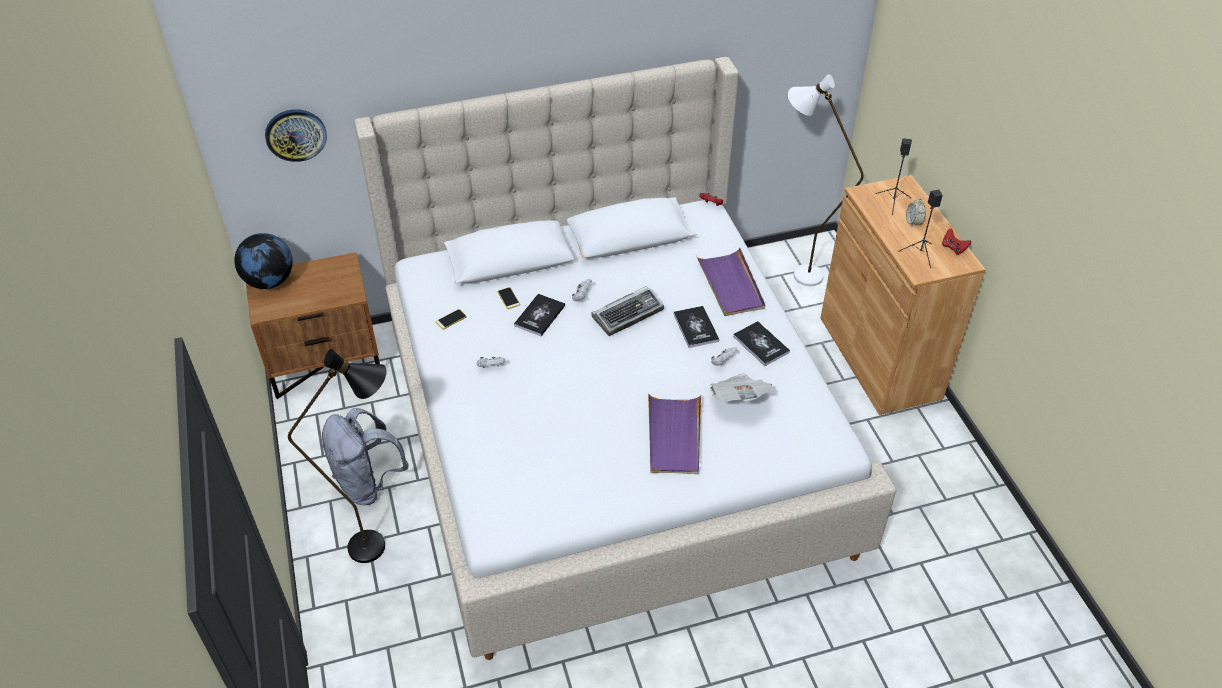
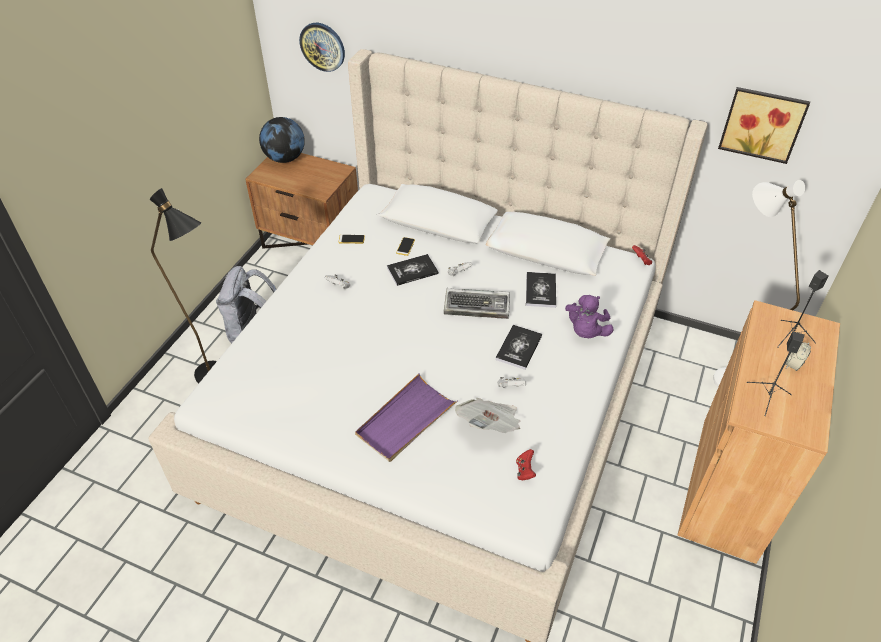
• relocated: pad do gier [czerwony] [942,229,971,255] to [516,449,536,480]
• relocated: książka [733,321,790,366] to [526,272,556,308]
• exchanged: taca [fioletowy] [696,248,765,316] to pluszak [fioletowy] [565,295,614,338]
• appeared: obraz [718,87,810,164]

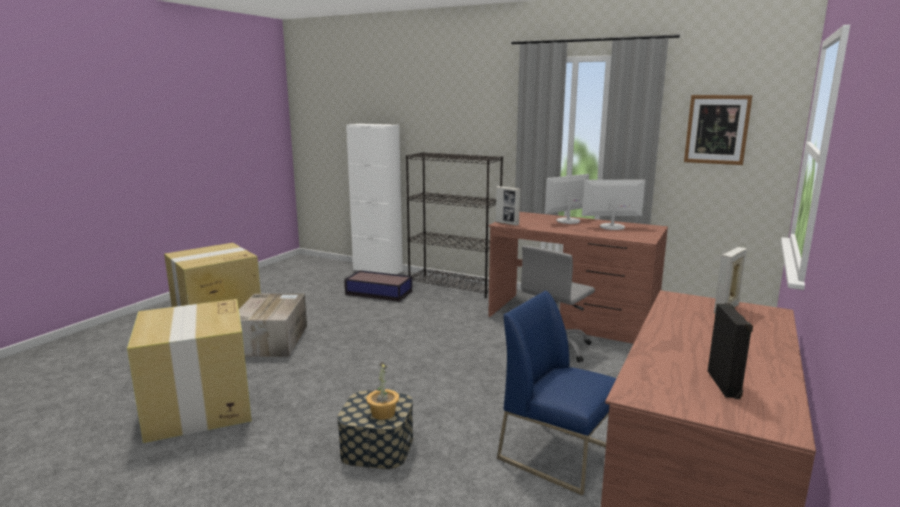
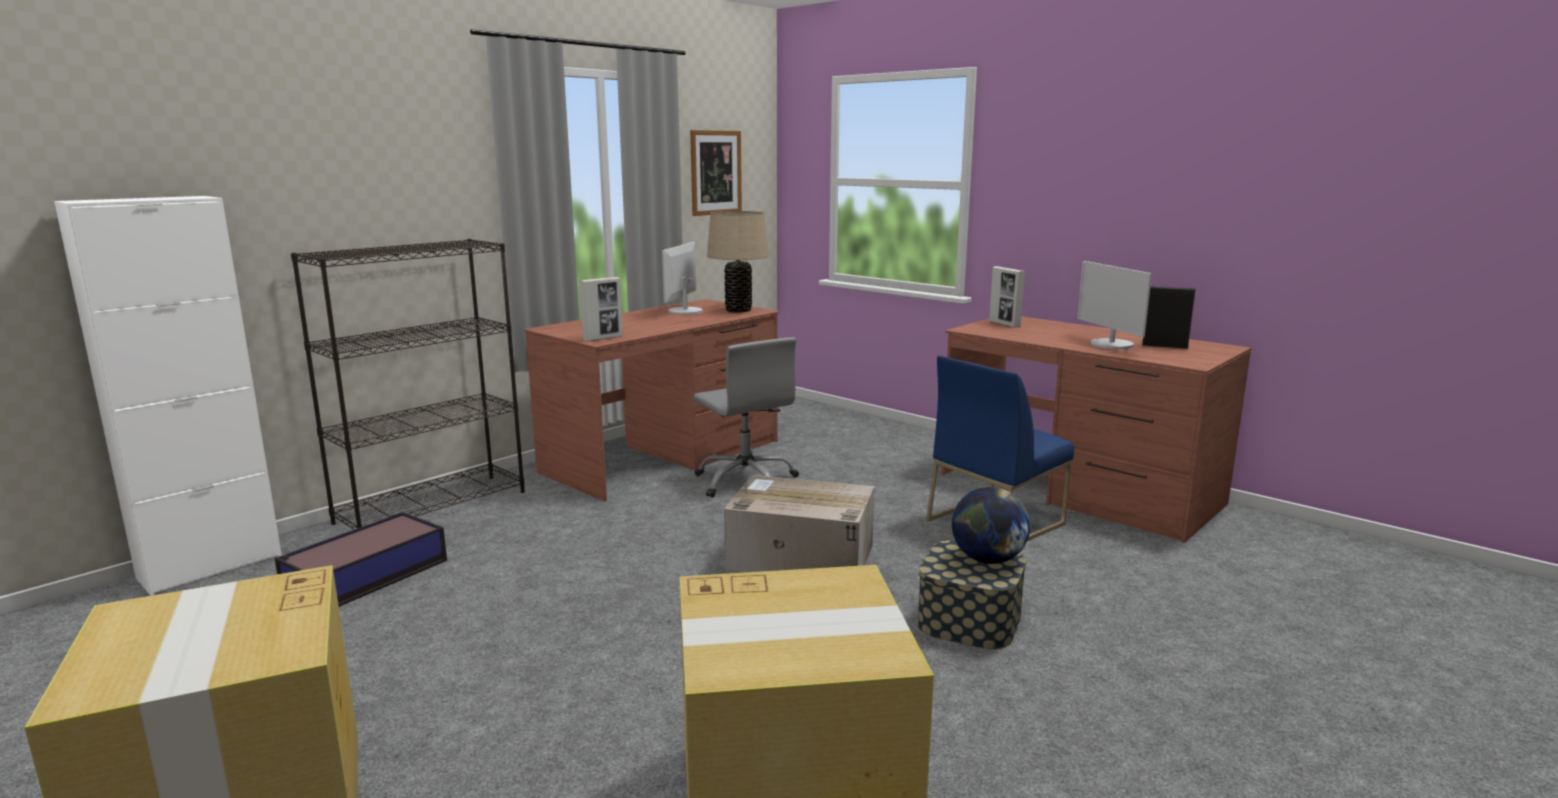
• appeared: lampa stołowa [beżowy] [707,211,769,313]
• relocated: karton [239,294,307,357] to [724,475,874,573]
• exchanged: roślina doniczkowa [366,362,399,420] to globus [952,487,1030,564]
• relocated: monitor [545,174,589,224] to [1077,261,1152,349]

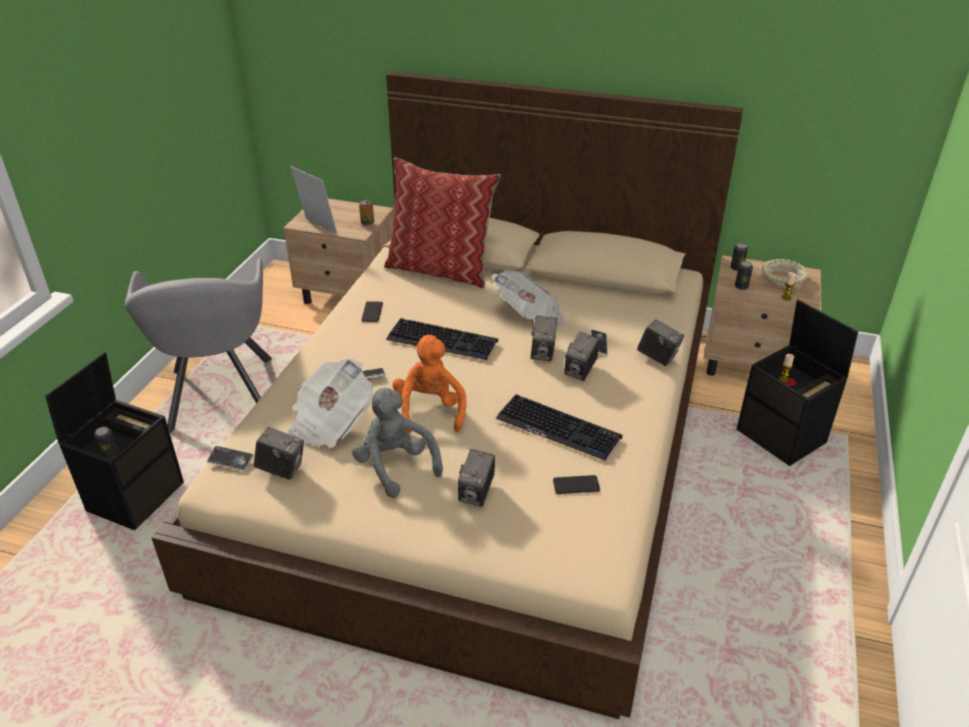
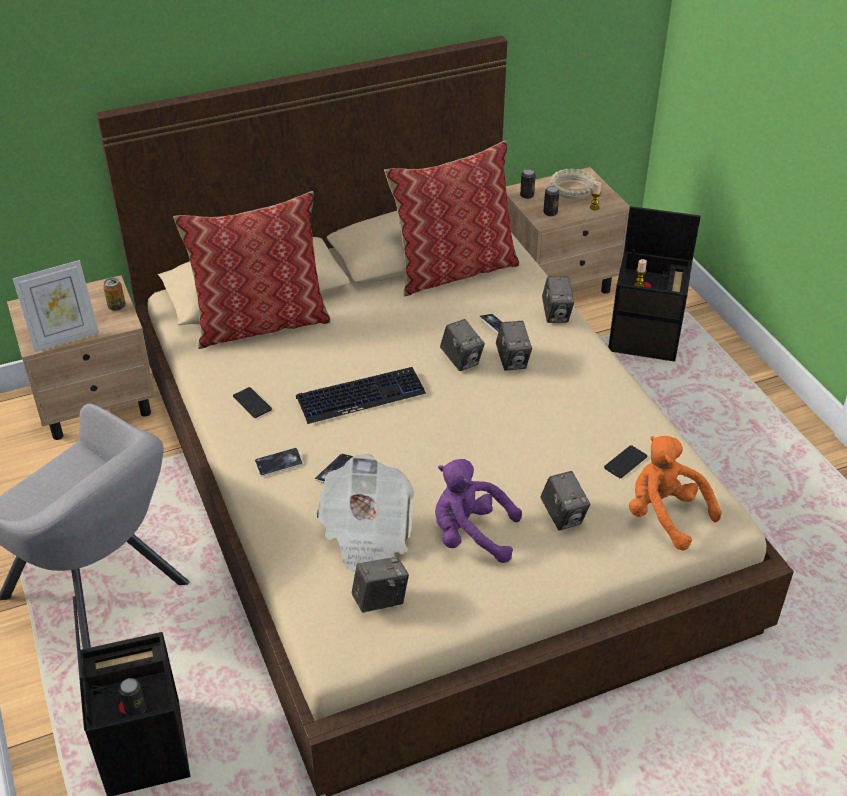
• spun: ramka na zdjęcie [290,166,337,234] = [13,260,99,352] 150 degrees clockwise
• relocated: telefon [207,446,253,471] to [255,448,303,476]
• appeared: poduszka [384,140,519,297]
• colour: pluszak [szary] [352,388,443,498] to pluszak [fioletowy] [435,459,522,563]
• spun: aparat fotograficzny [637,319,684,366] = [542,276,574,323] 90 degrees clockwise
• relocated: pluszak [pomarańczowy] [392,335,467,434] to [629,436,722,551]
• missing: gazeta [493,270,566,325]
• missing: klawiatura [496,394,622,461]

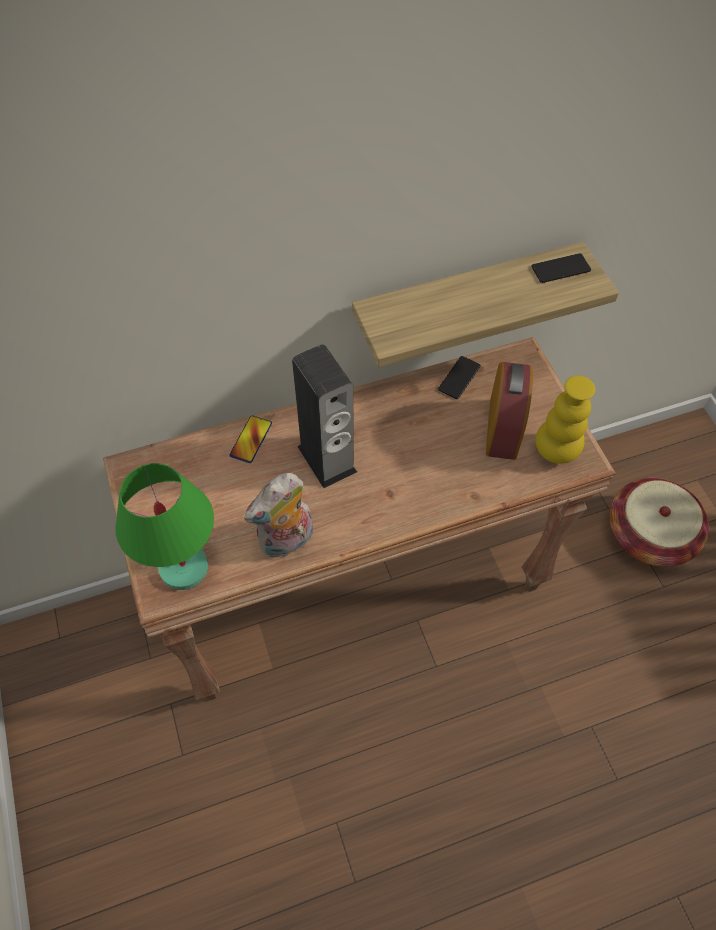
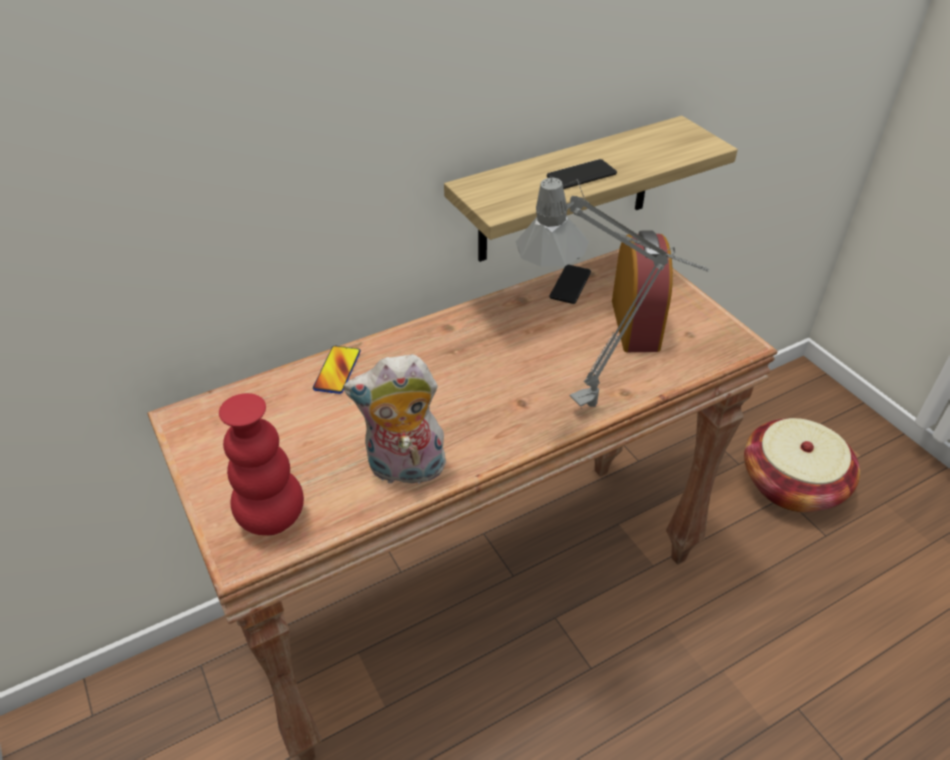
• exchanged: lampa stołowa [zielony] [116,463,214,590] to wazon [czerwony] [219,393,304,535]
• spun: pluszak [244,473,313,558] = [343,354,448,489] 45 degrees clockwise
• appeared: lampa stołowa [szary] [516,177,710,410]
• relocated: telefon [531,253,591,283] to [547,159,617,189]
• missing: głośnik [292,344,357,488]
• missing: wazon [żółty] [536,376,595,464]

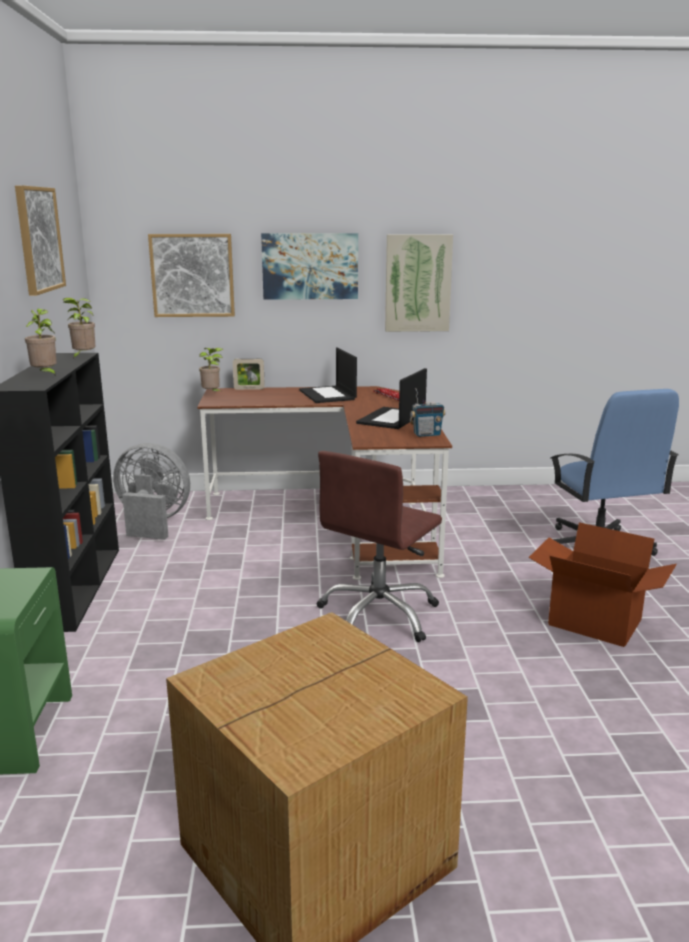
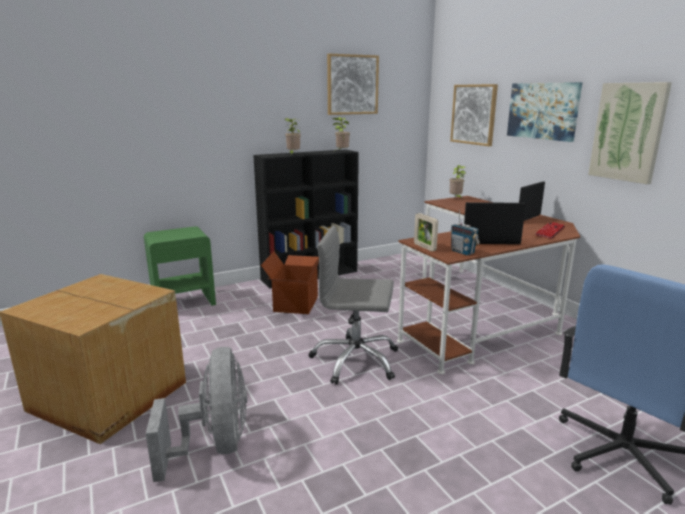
• relocated: wentylator [szary] [113,443,190,540] to [146,347,247,482]
• relocated: karton [528,522,677,647] to [261,251,319,314]
• colour: krzesło biurowe [brązowy] [317,451,442,642] to krzesło biurowe [szary] [309,226,398,385]
• relocated: ramka na zdjęcie [233,359,265,390] to [414,213,438,251]

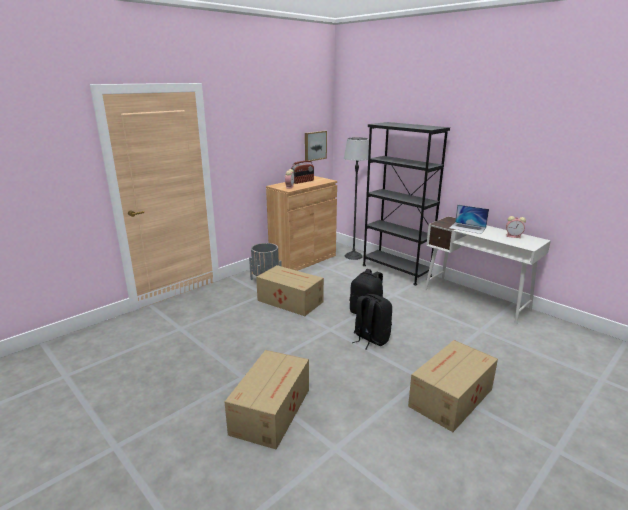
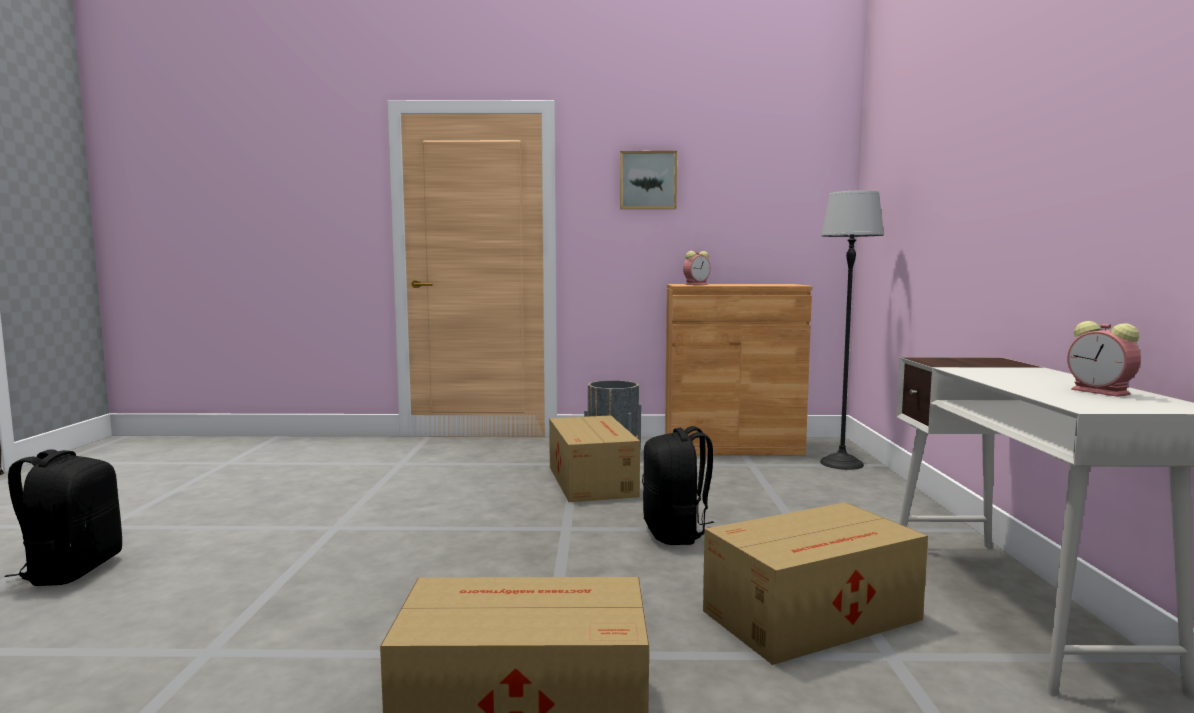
• relocated: plecak [czarny] [352,294,392,350] to [4,449,122,586]
• relocated: obraz [305,131,327,161] to [620,151,677,209]
• relocated: karton [225,350,309,450] to [703,502,928,665]
• missing: radio [291,161,314,184]
• missing: regał [czarny] [362,122,450,285]
• missing: laptop [450,204,489,234]

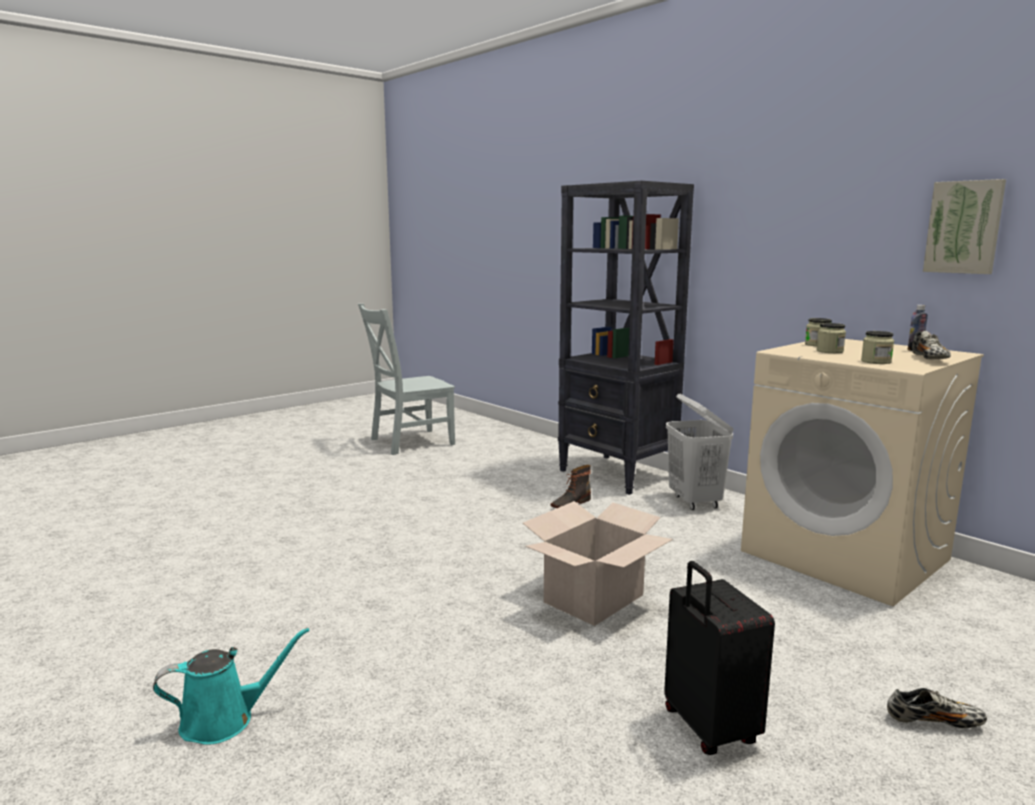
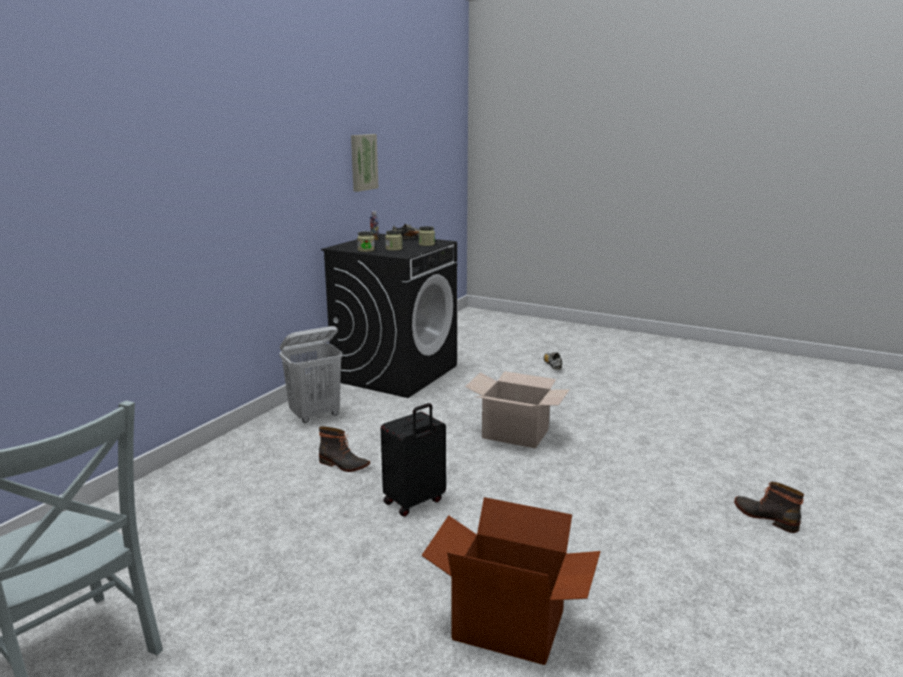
• colour: pralka [beżowy] [741,339,984,607] to pralka [czarny] [321,234,457,398]
• relocated: walizka [czarny] [664,561,775,755] to [381,403,446,517]
• appeared: karton [421,497,601,665]
• exchanged: konewka [turkusowy] [153,628,309,745] to but z cholewką [734,482,804,533]
• missing: regał [czarny] [558,181,694,495]

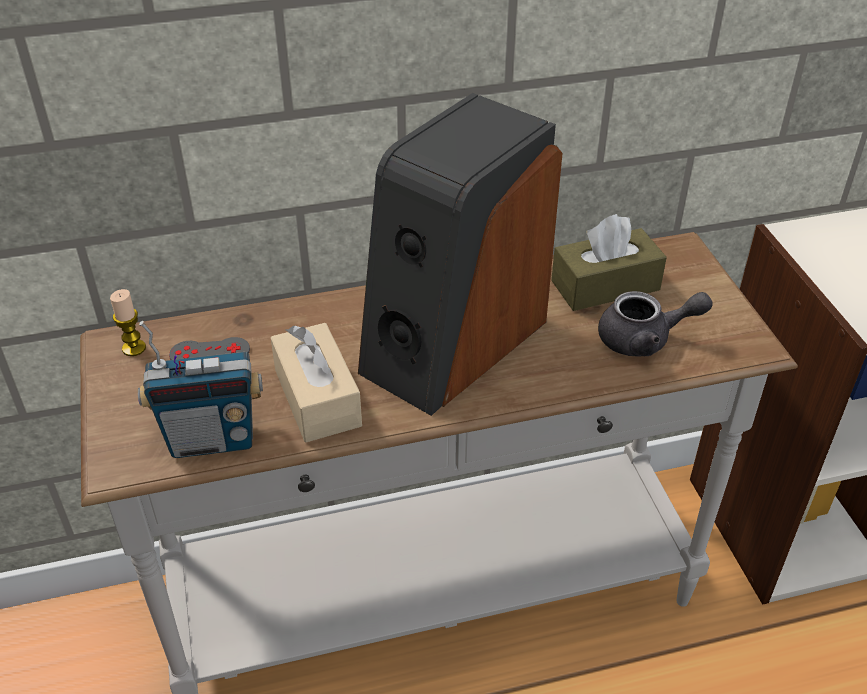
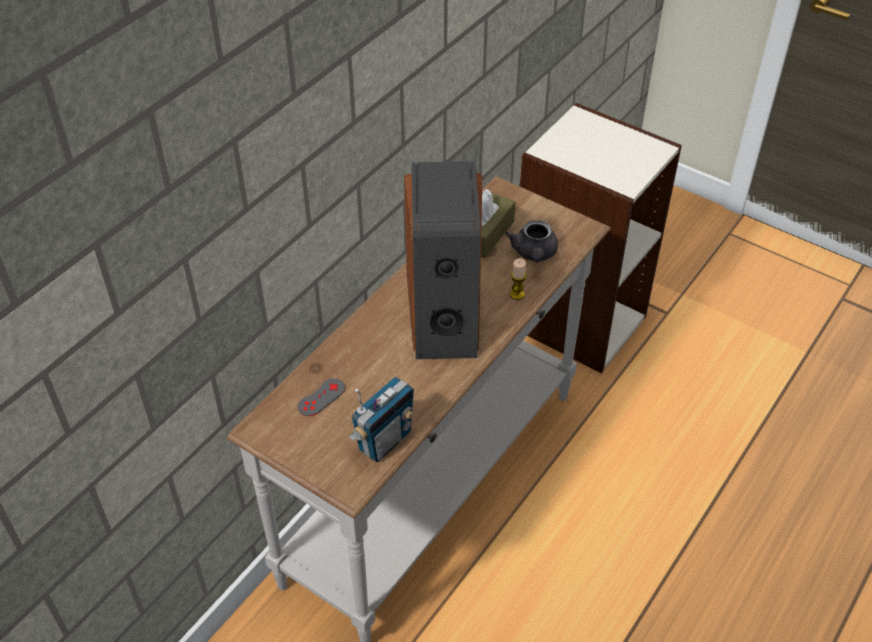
• spun: imbryk [szary] [598,291,713,356] = [505,220,558,262] 135 degrees clockwise
• relocated: świeca [110,289,146,356] to [510,258,527,300]
• missing: pudełko chusteczek [beżowy] [270,323,362,442]

